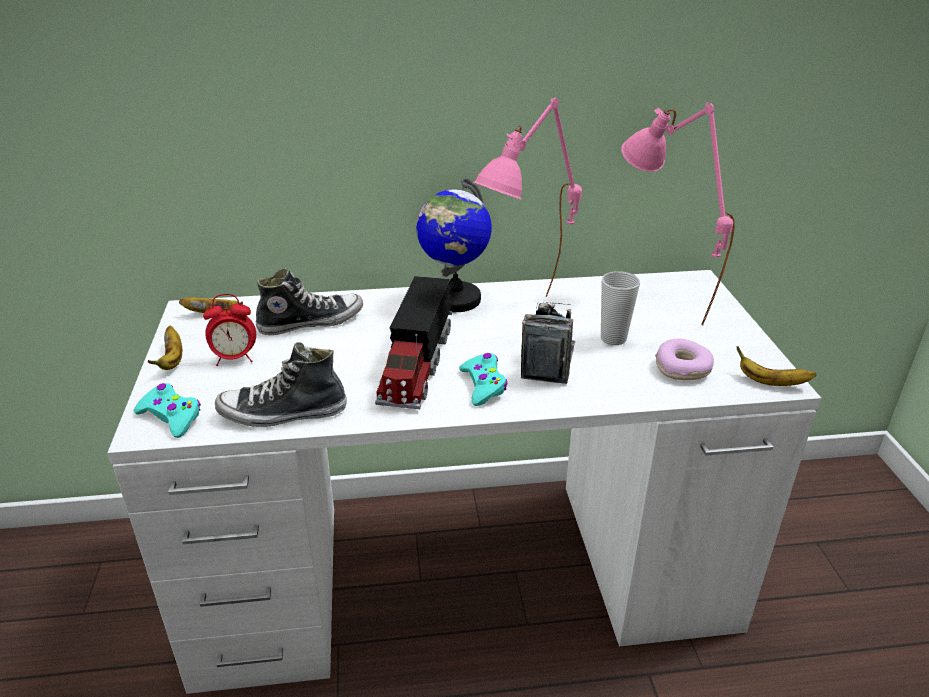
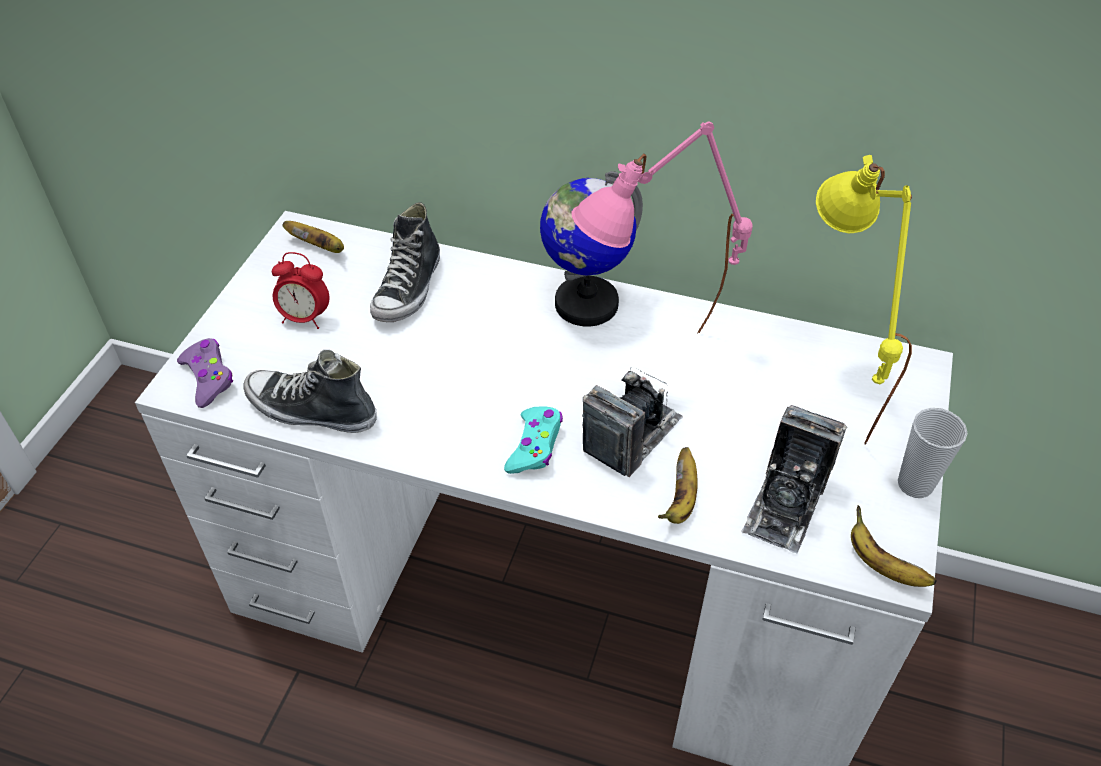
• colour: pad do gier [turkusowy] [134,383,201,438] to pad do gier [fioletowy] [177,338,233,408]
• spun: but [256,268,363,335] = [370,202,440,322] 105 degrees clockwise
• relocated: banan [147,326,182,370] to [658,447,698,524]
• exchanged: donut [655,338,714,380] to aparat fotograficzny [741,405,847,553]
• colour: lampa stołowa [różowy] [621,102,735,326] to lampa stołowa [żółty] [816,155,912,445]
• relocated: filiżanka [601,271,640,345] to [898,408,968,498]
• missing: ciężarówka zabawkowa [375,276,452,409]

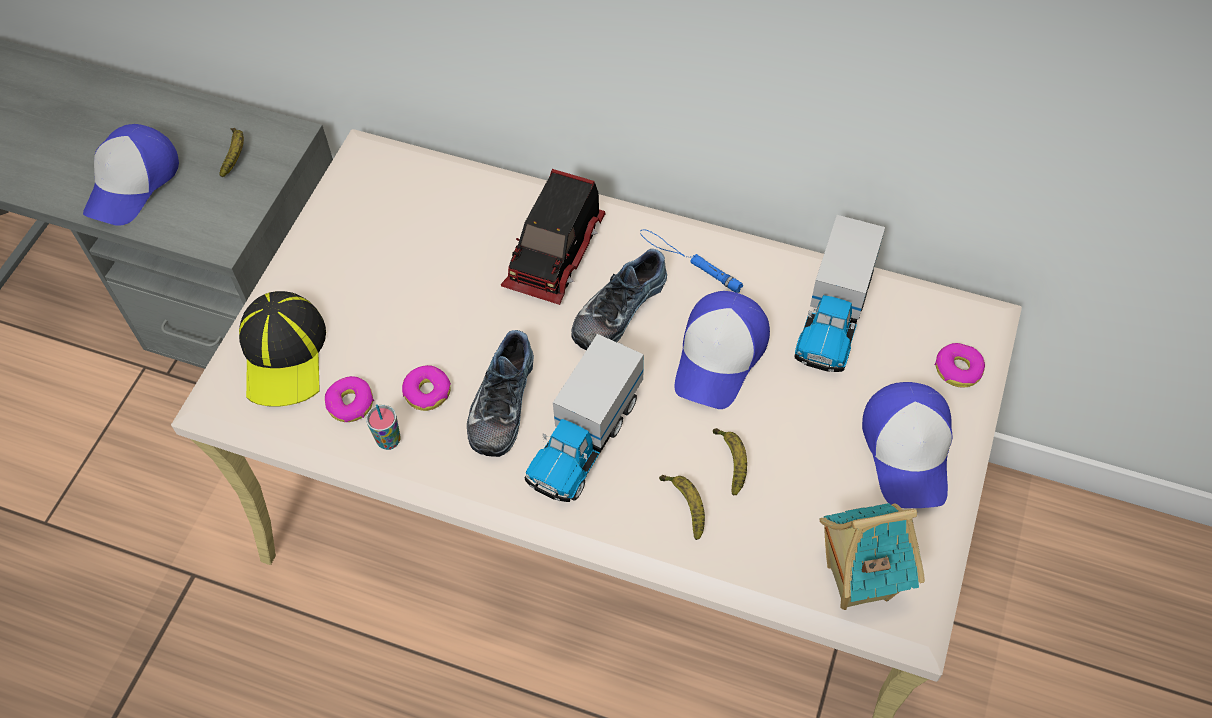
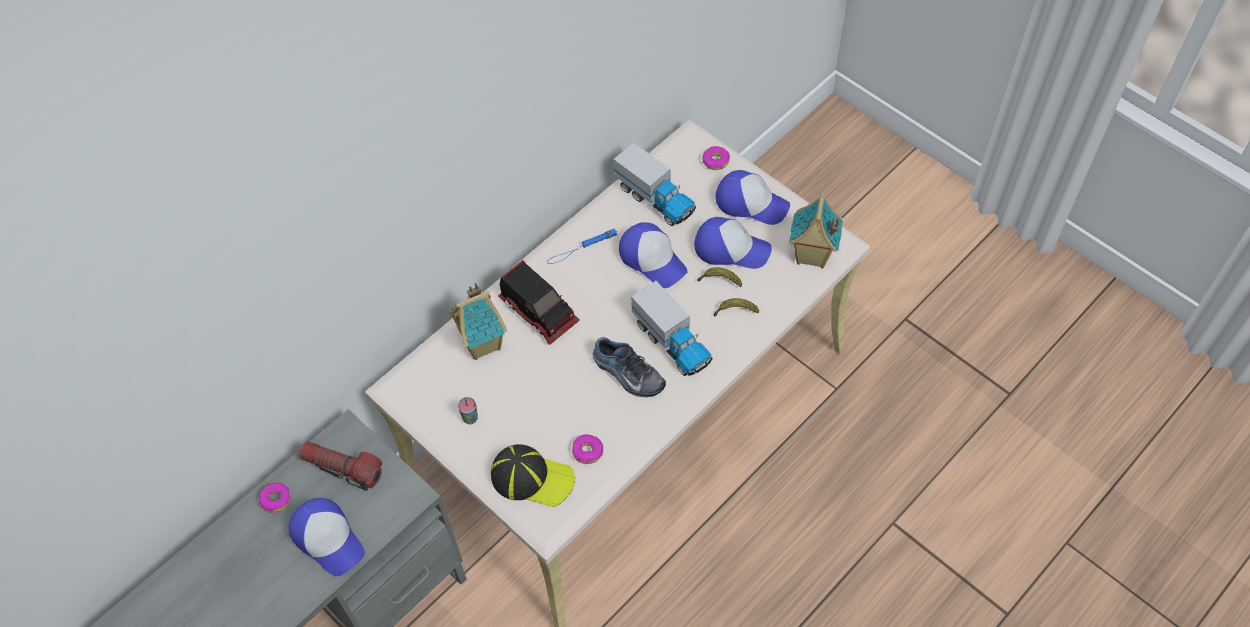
• relocated: donut [402,365,451,411] to [259,482,291,513]
• exchanged: banan [219,128,244,177] to latarka [299,441,382,491]
• appeared: domek [449,283,507,360]
• relocated: filiżanka [366,404,401,450] to [458,397,478,424]
• appeared: czapka z daszkiem [694,217,772,269]
• missing: but [571,249,667,350]

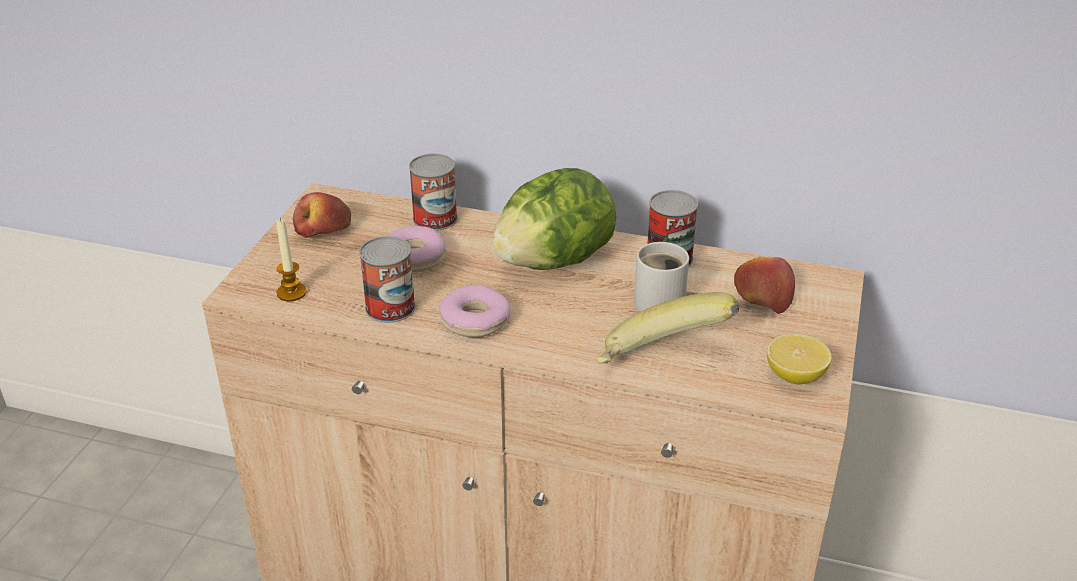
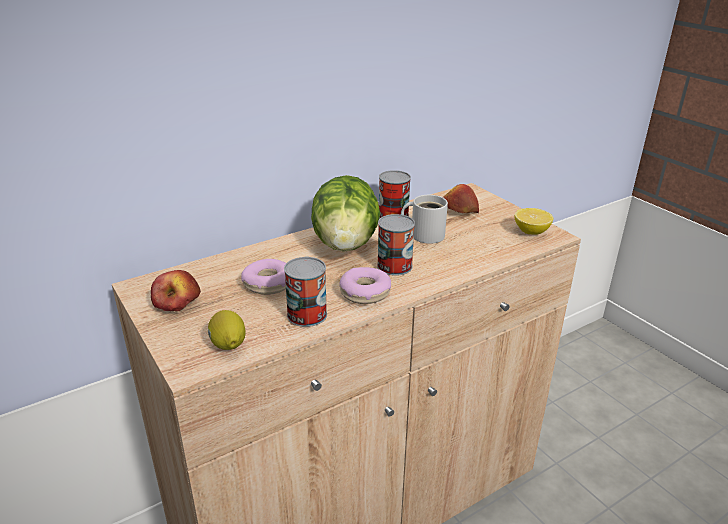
• exchanged: świeca [276,218,307,301] to cytryna [208,310,246,350]
• relocated: puszka [409,154,458,231] to [377,214,415,276]
• missing: banan [596,292,739,364]

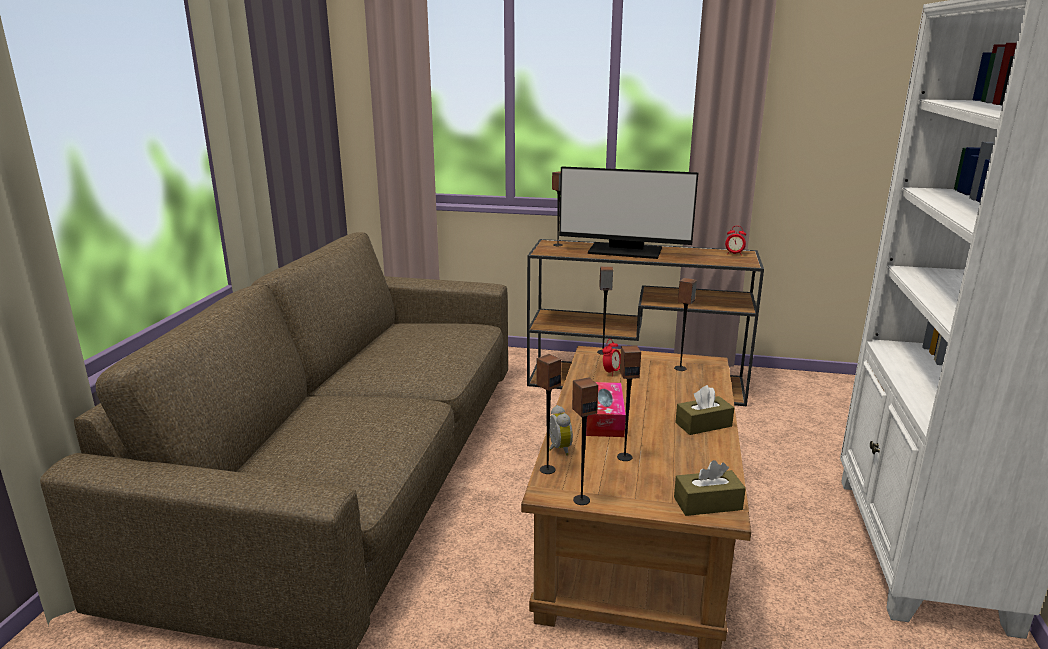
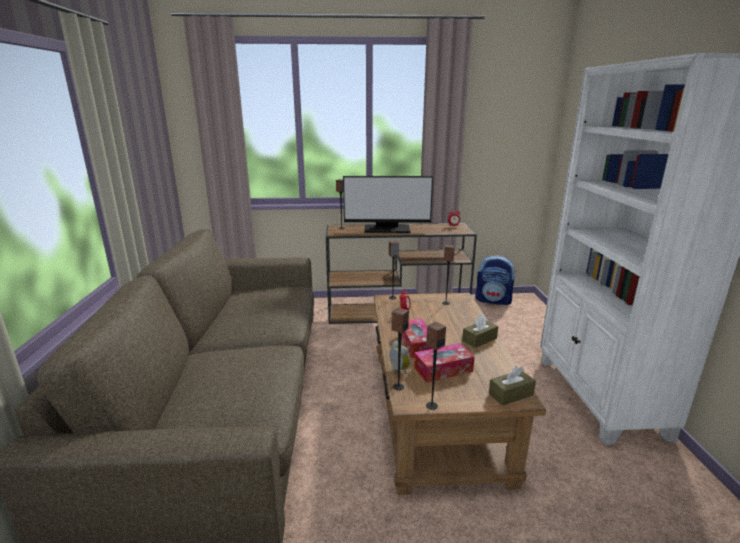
• exchanged: głośnik [617,345,641,461] to pudełko chusteczek [414,343,475,383]
• appeared: plecak [475,255,516,305]

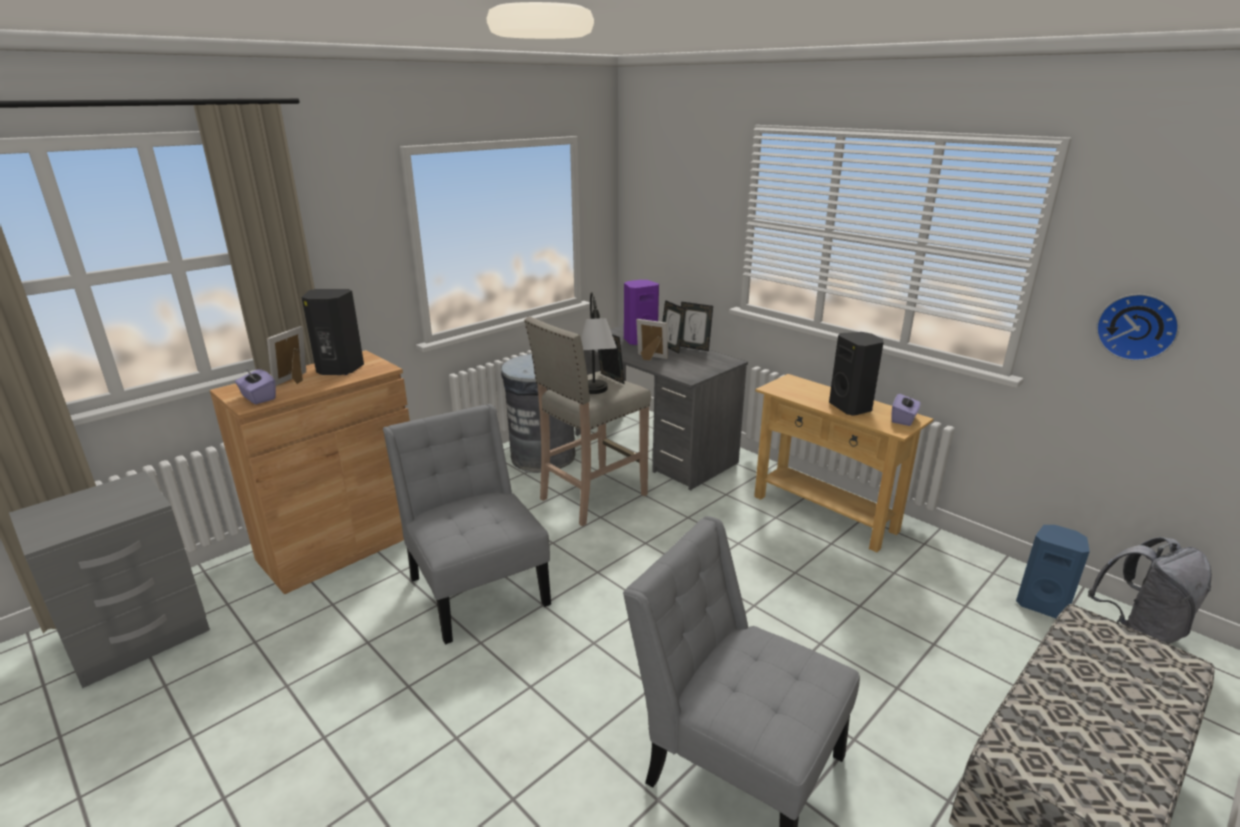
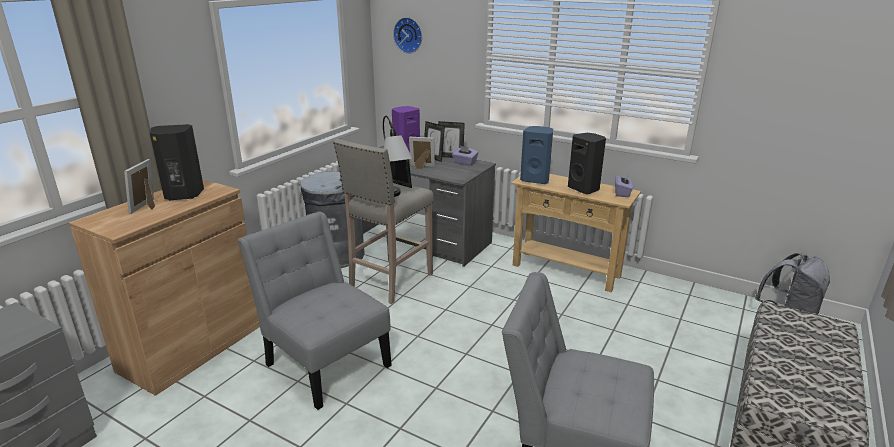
• relocated: zegar ścienny [1096,294,1180,361] to [393,17,422,54]
• relocated: pudełko chusteczek [fioletowy] [235,368,276,404] to [452,146,478,166]
• relocated: głośnik [niebieski] [1016,525,1090,618] to [520,126,553,184]

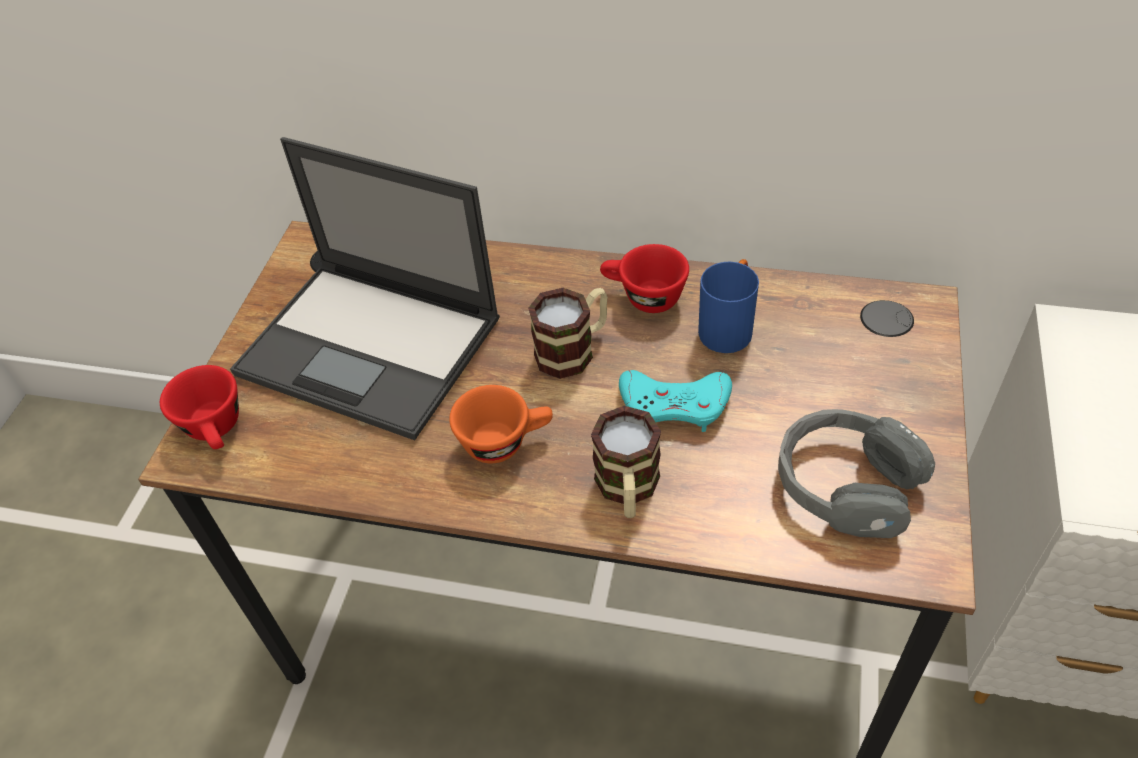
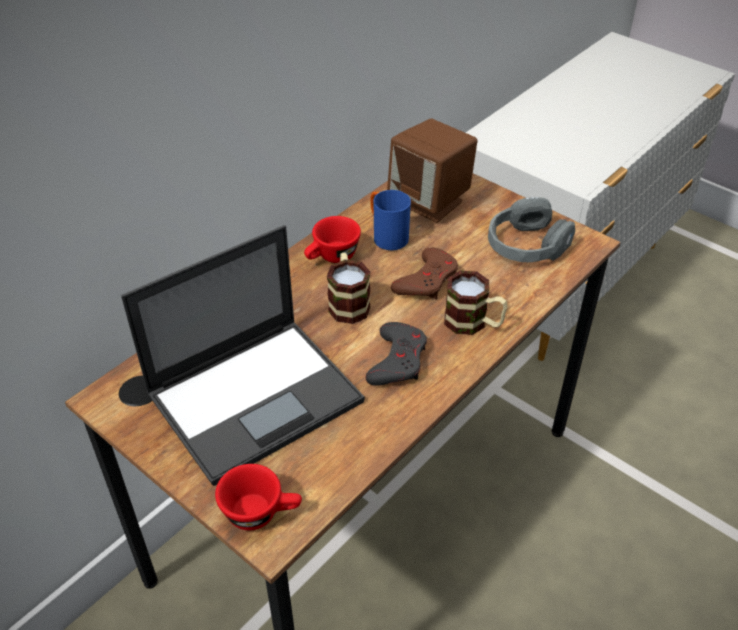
• exchanged: filiżanka [pomarańczowy] [449,385,553,463] to pad do gier [szary] [366,322,427,386]
• appeared: głośnik [brązowy] [387,119,477,223]
• colour: pad do gier [turkusowy] [619,370,732,432] to pad do gier [brązowy] [391,247,458,299]

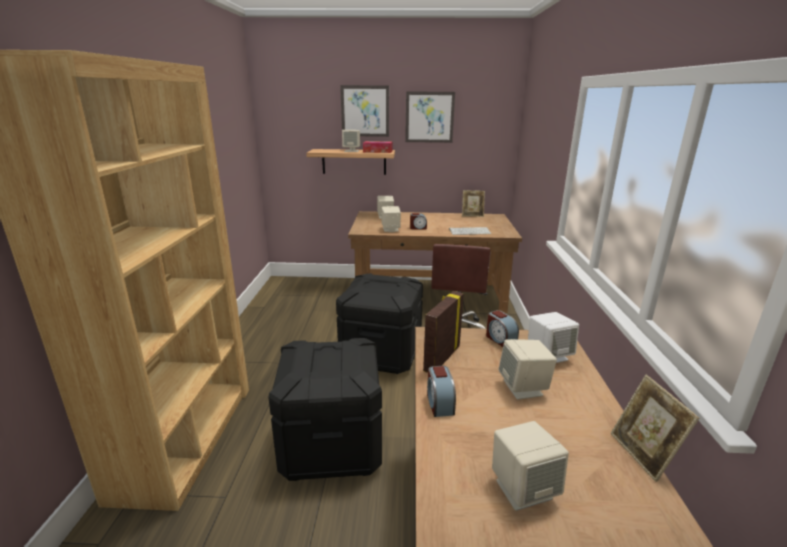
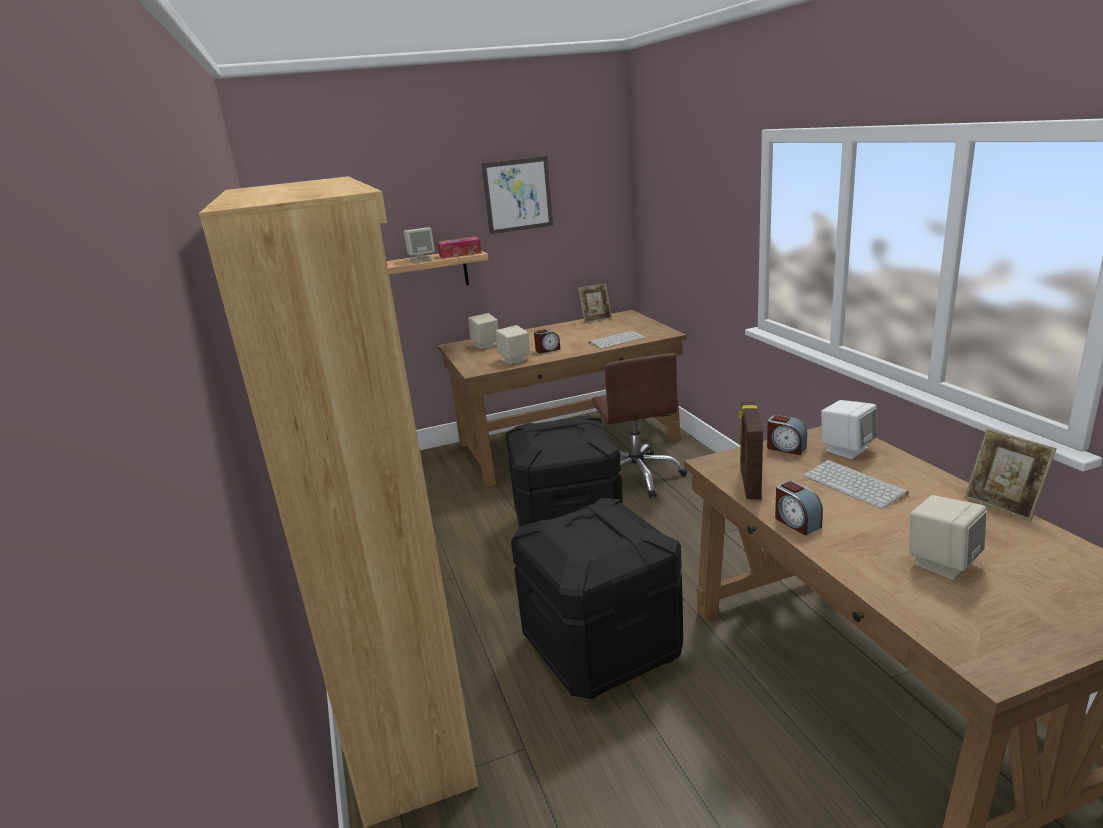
• exchanged: głośnik [beżowy] [498,339,557,400] to klawiatura [803,460,909,509]
• missing: obraz [340,85,389,137]

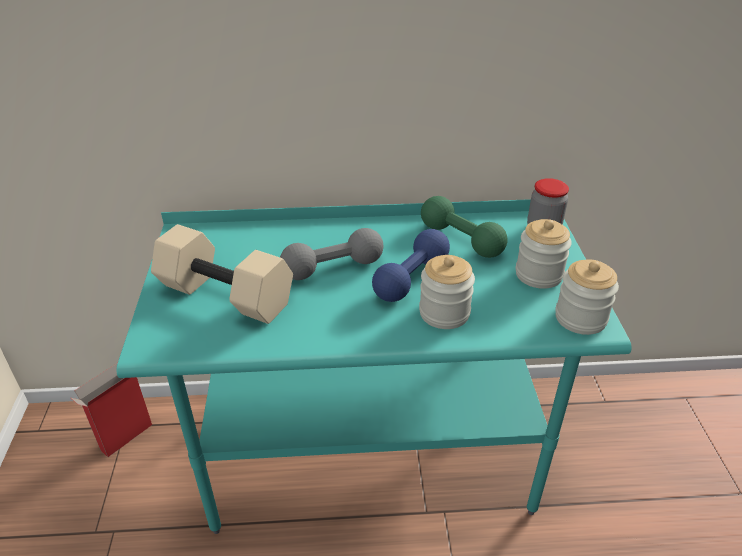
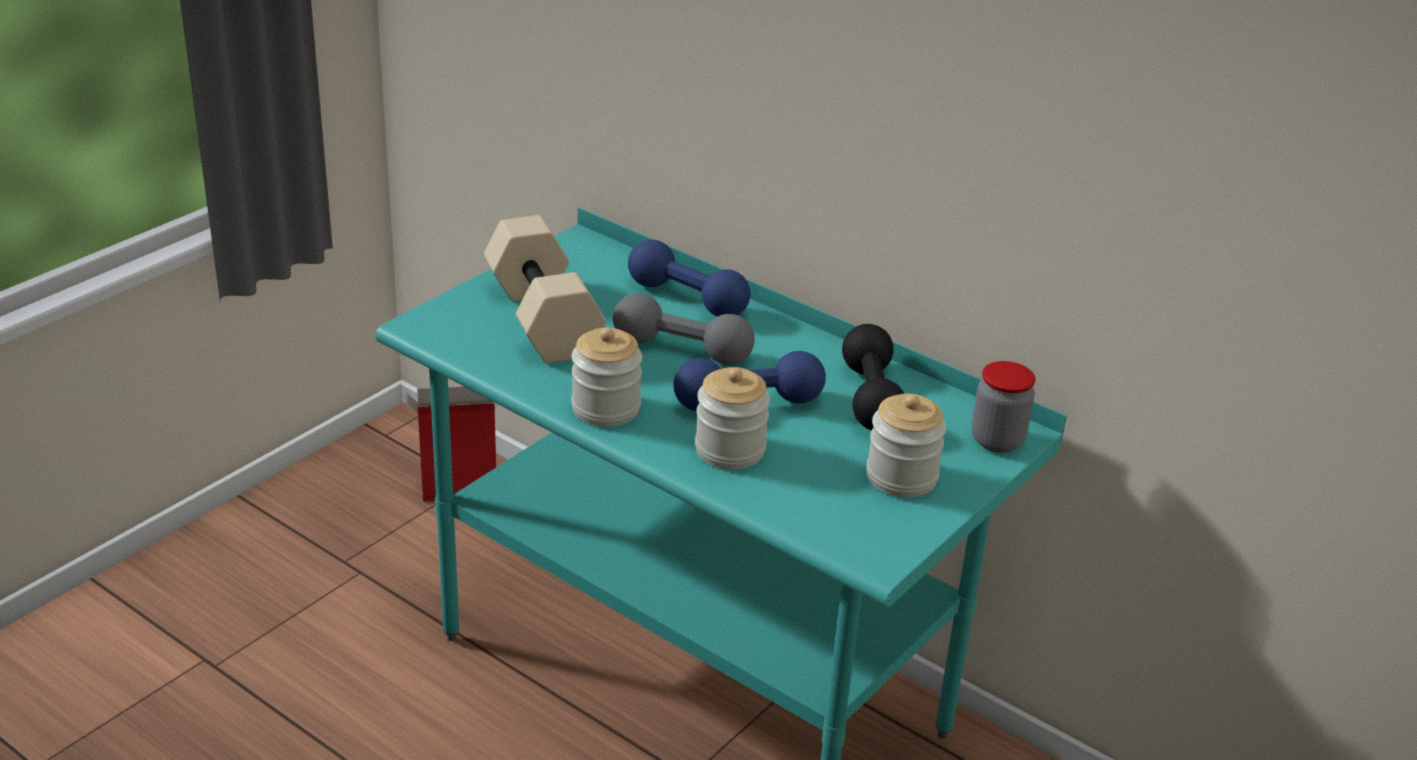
• relocated: słoik [555,259,619,335] to [571,327,642,427]
• appeared: hantel [niebieski] [628,240,750,317]
• colour: hantel [zielony] [421,196,508,258] to hantel [czarny] [842,324,904,430]

